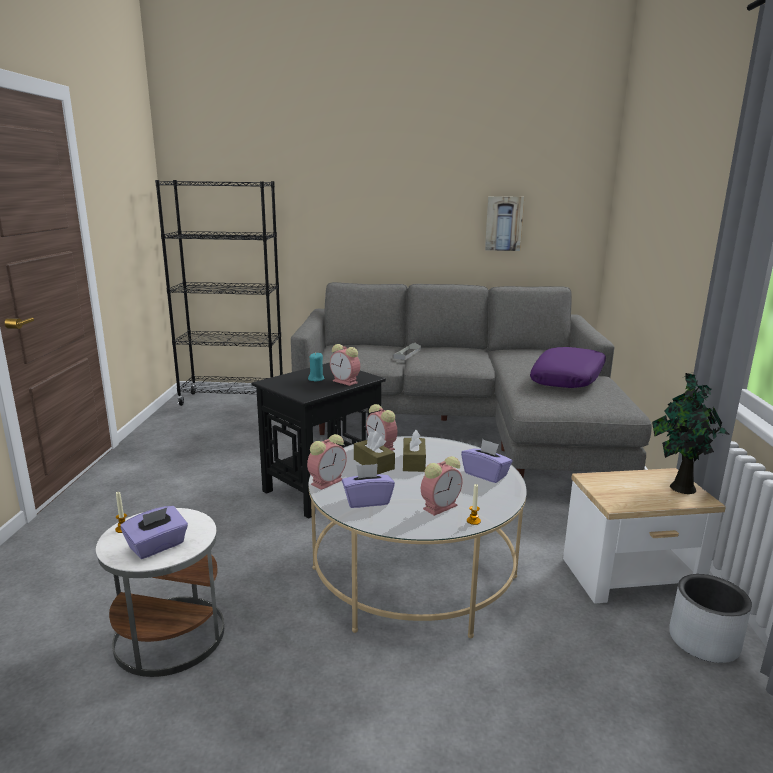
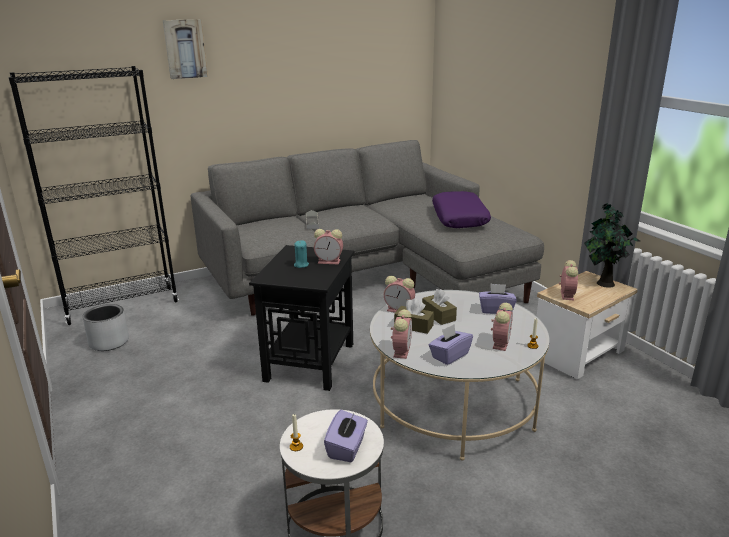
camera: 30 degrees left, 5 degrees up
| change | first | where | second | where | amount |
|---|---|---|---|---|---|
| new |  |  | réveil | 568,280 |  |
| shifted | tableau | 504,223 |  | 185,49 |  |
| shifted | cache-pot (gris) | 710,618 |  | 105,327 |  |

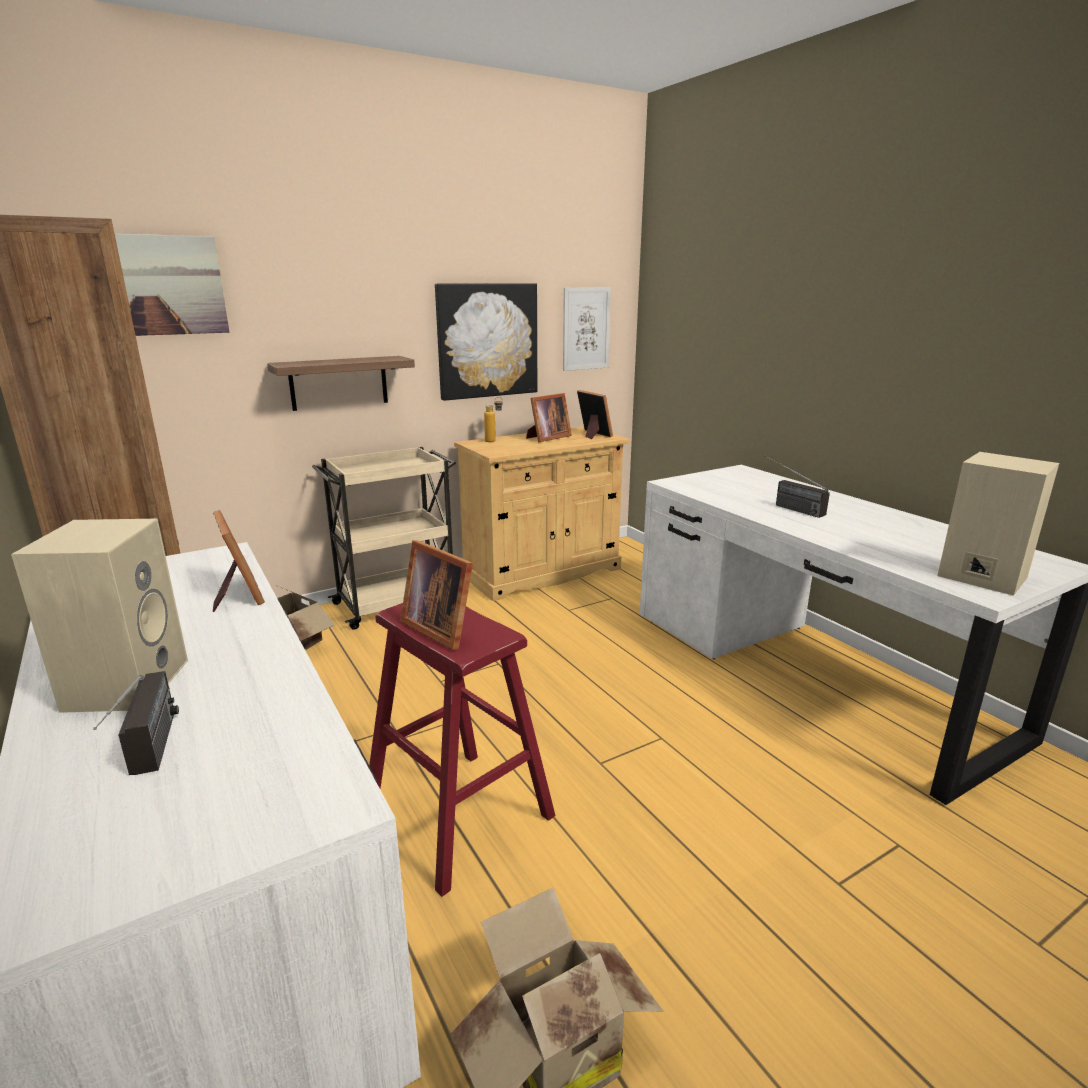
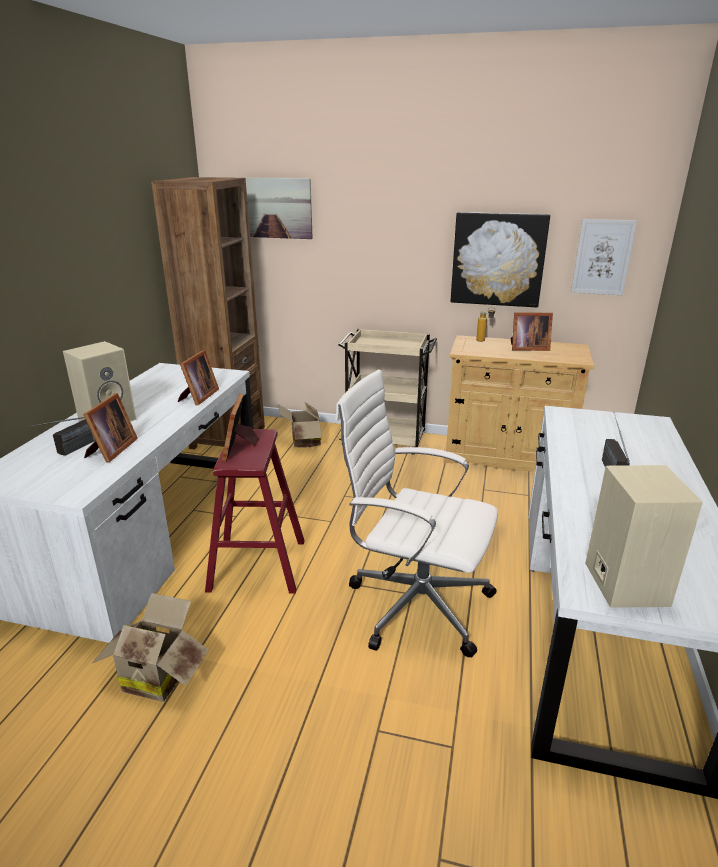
camera: 45 degrees right, 5 degrees up
| change | first | where | second | where | amount |
|---|---|---|---|---|---|
| gone | étagère | 341,383 |  |  |  |
| new |  |  | chaise de bureau (blanc) | 416,514 |  |
| shifted | cadre photo | 595,414 |  | 110,428 |  |

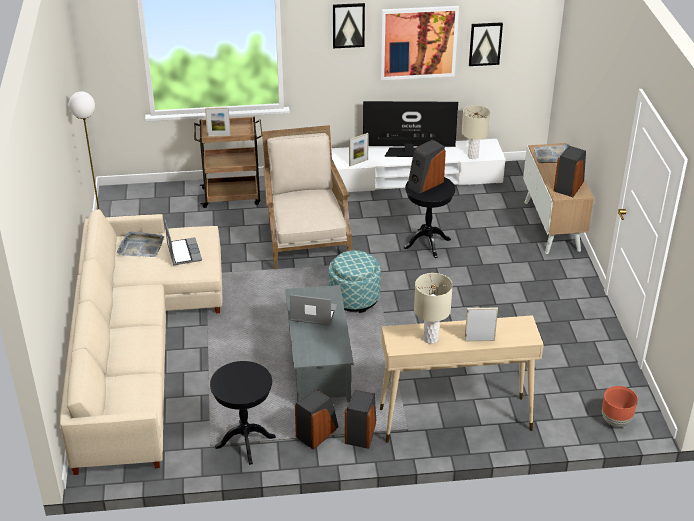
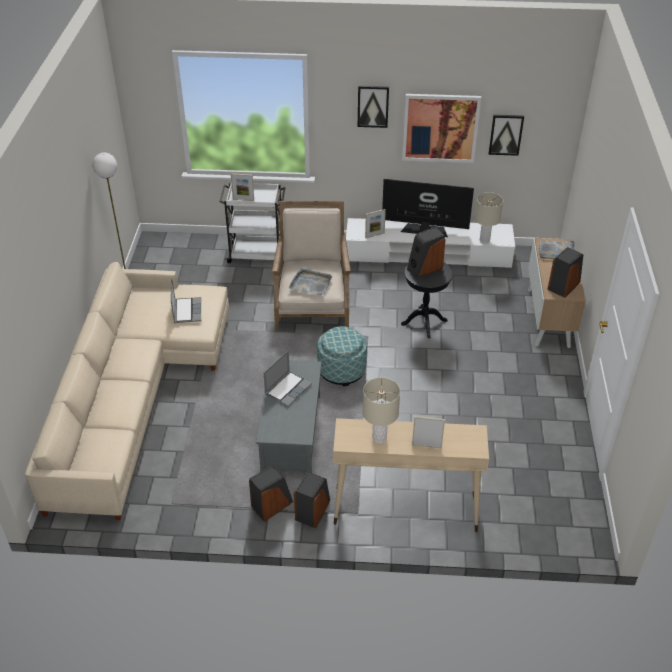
camera: 10 degrees right, 5 degrees up
| change | first | where | second | where | amount |
|---|---|---|---|---|---|
| gone | table d'appoint (noir) | 243,413 |  |  |  |
| gone | cache-pot (marron) | 620,406 |  |  |  |
| shifted | plateau (gris) | 140,244 |  | 310,281 |  |
| repainted | chariot (marron) | 228,162 | chariot (blanc) | 252,222 |  |
| rotated | ordinateur portable | 313,310 |  | 288,378 | 105 degrees clockwise |

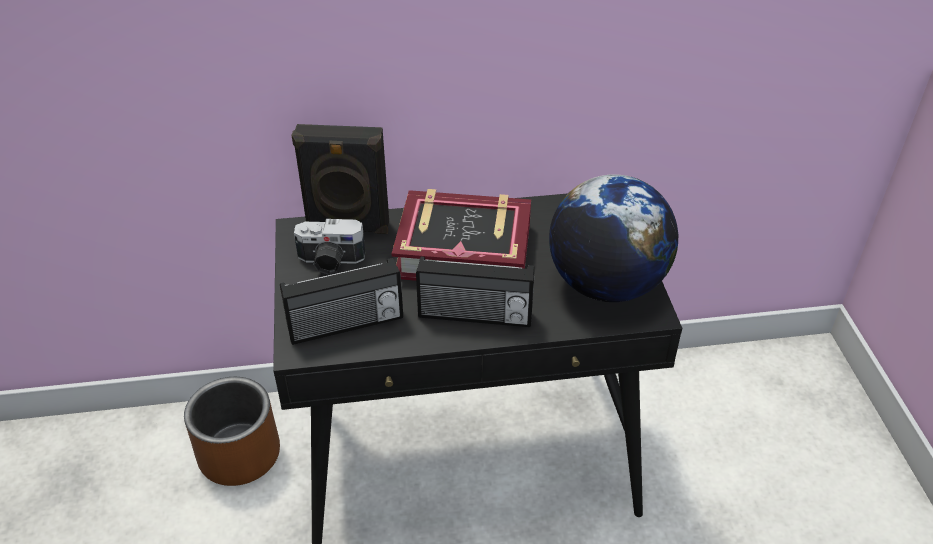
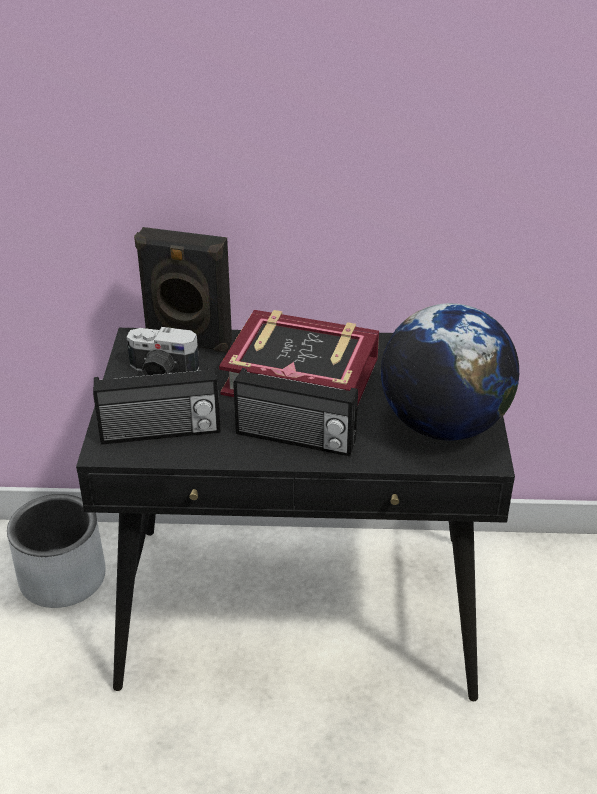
camera: 10 degrees right, 5 degrees down
| change | first | where | second | where | amount |
|---|---|---|---|---|---|
| repainted | cache-pot (marron) | 232,431 | cache-pot (gris) | 56,551 |  |

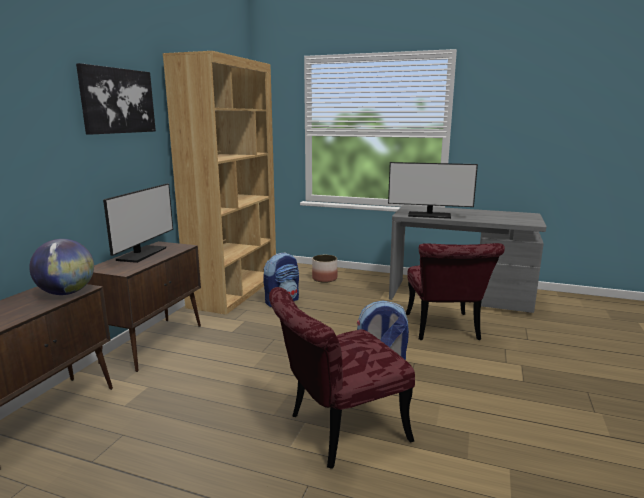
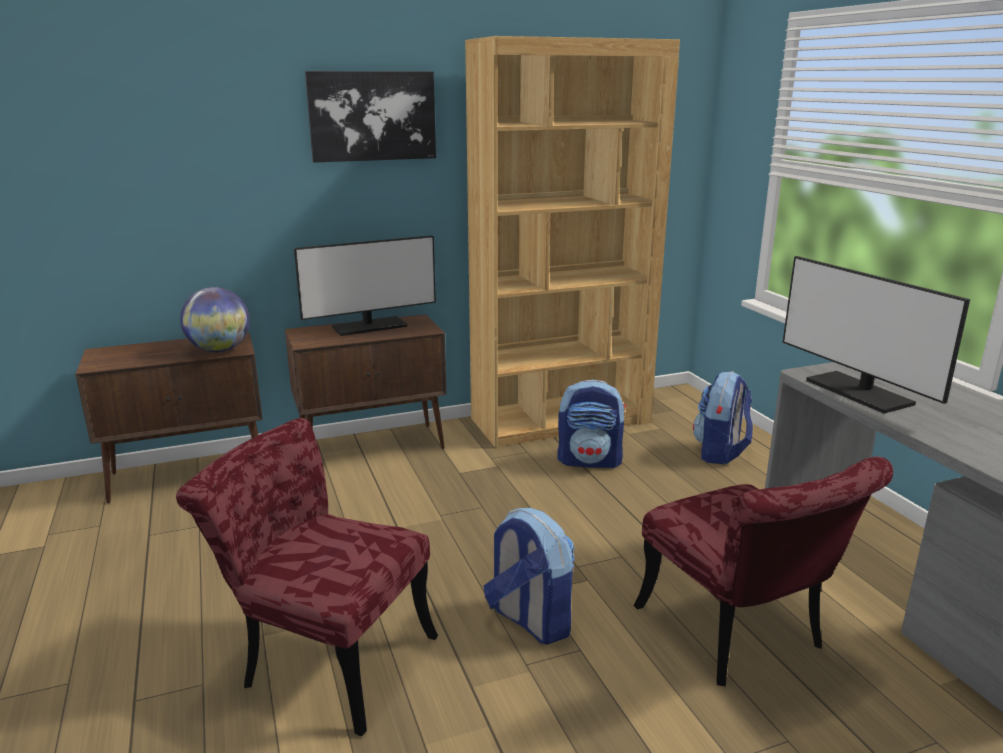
camera: 50 degrees right, 5 degrees up
| change | first | where | second | where | amount |
|---|---|---|---|---|---|
| swapped | cache-pot | 324,269 | sac à dos | 723,418 |  |
| rotated | chaise (rouge) | 455,291 |  | 763,572 | 75 degrees counterclockwise |

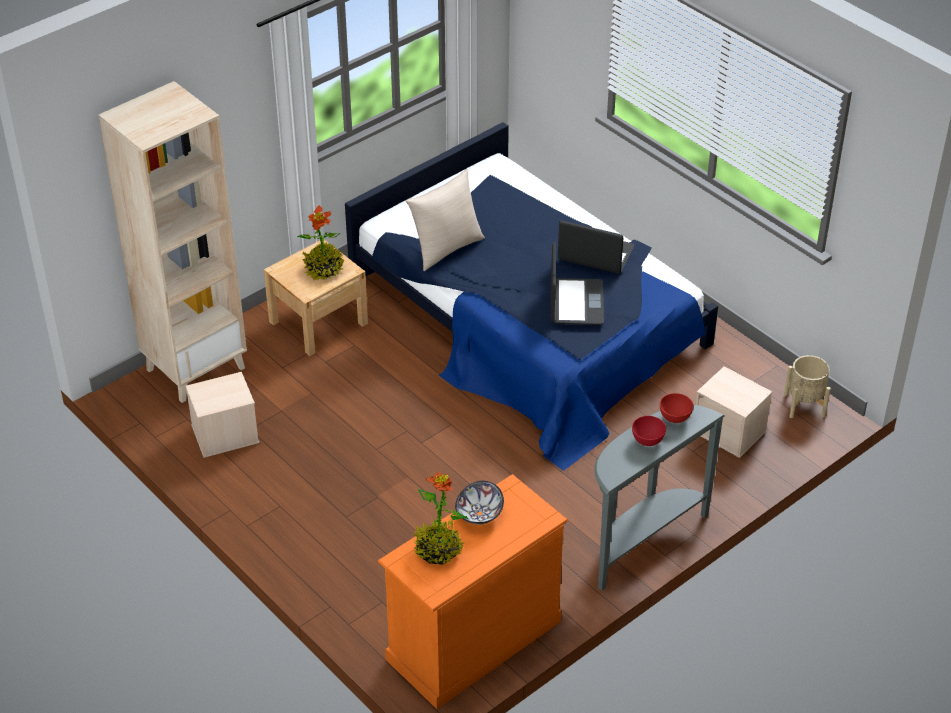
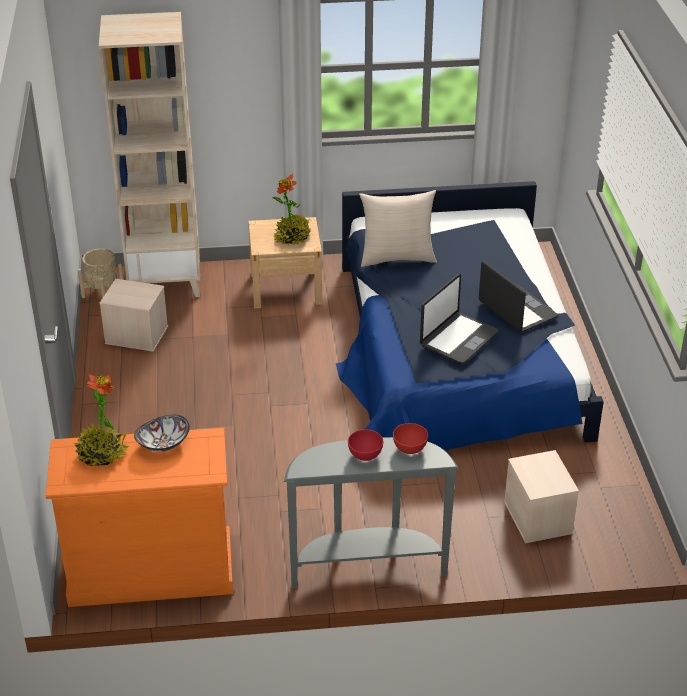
camera: 35 degrees right, 5 degrees down
| change | first | where | second | where | amount |
|---|---|---|---|---|---|
| shifted | cache-pot (beige) | 807,386 |  | 101,273 |  |

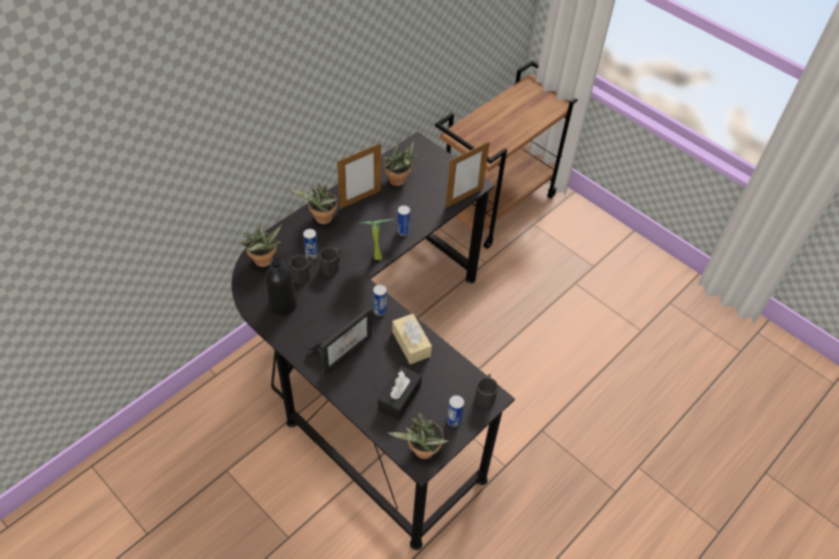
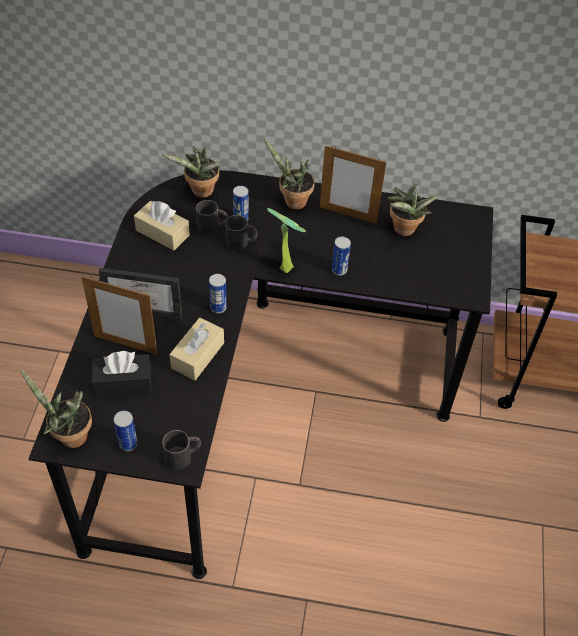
camera: 55 degrees right, 0 degrees up
| change | first | where | second | where | amount |
|---|---|---|---|---|---|
| shifted | cadre photo | 467,174 |  | 119,315 |  |
| swapped | bouteille (noir) | 281,287 | boîte à mouchoirs (beige) | 162,226 |  |

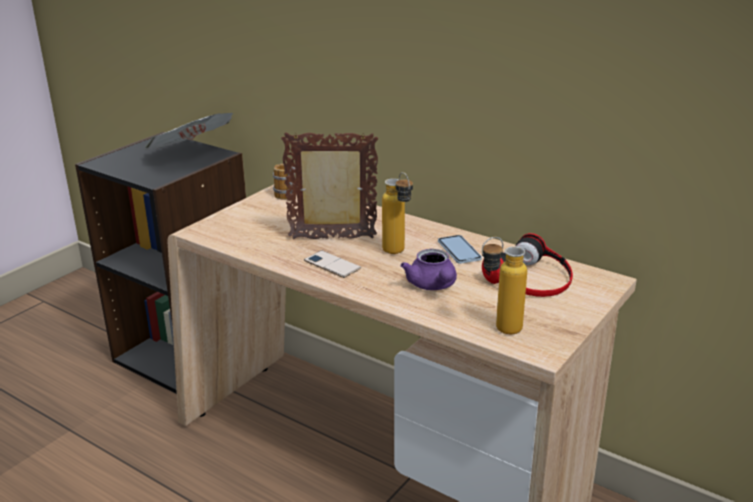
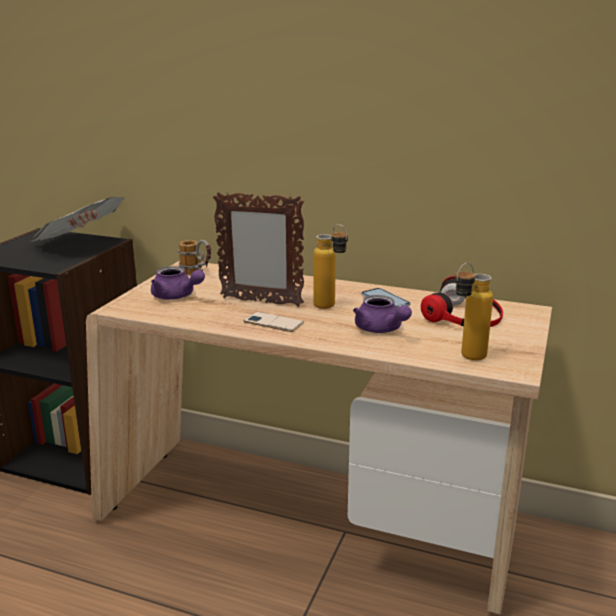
camera: 15 degrees left, 5 degrees down
| change | first | where | second | where | amount |
|---|---|---|---|---|---|
| new |  |  | théière (violet) | 178,283 |  |
| rotated | cadre photo | 329,186 |  | 258,249 | 150 degrees counterclockwise |

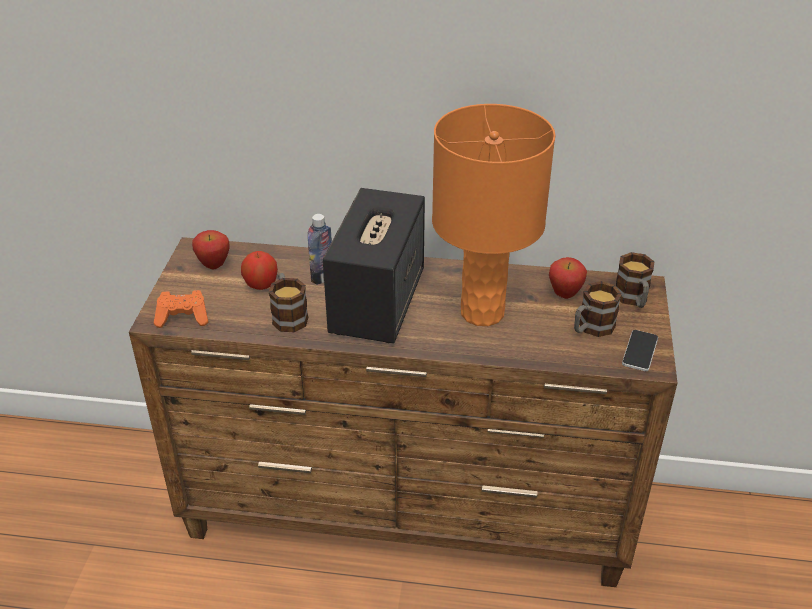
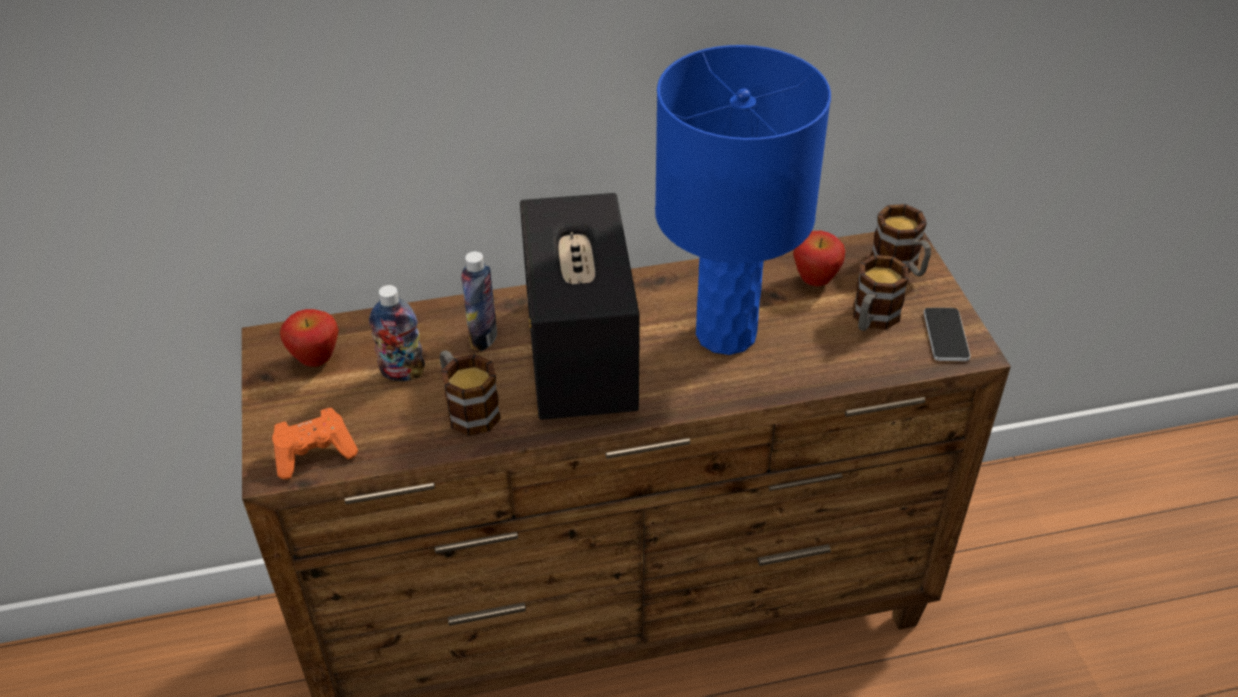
camera: 20 degrees left, 5 degrees up
| change | first | where | second | where | amount |
|---|---|---|---|---|---|
| swapped | pomme | 259,270 | bouteille | 397,333 |  |
| repainted | lampe de table (orange) | 493,215 | lampe de table (bleu) | 743,200 |  |

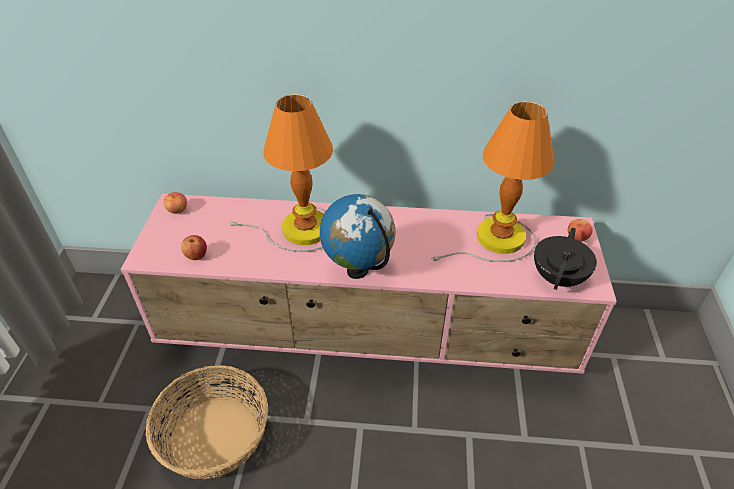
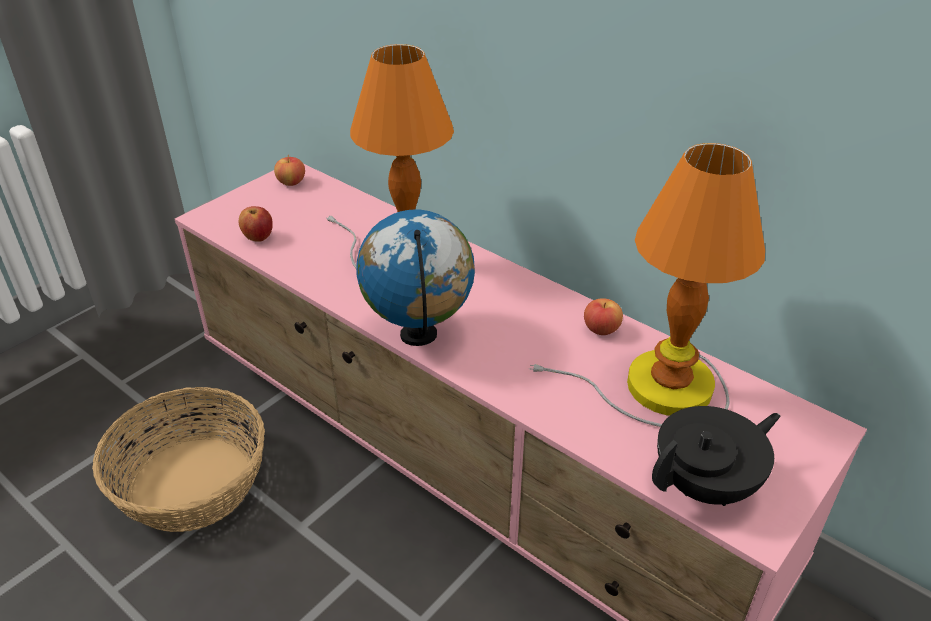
camera: 35 degrees right, 5 degrees down
| change | first | where | second | where | amount |
|---|---|---|---|---|---|
| shifted | pomme | 580,230 |  | 603,316 |  |

